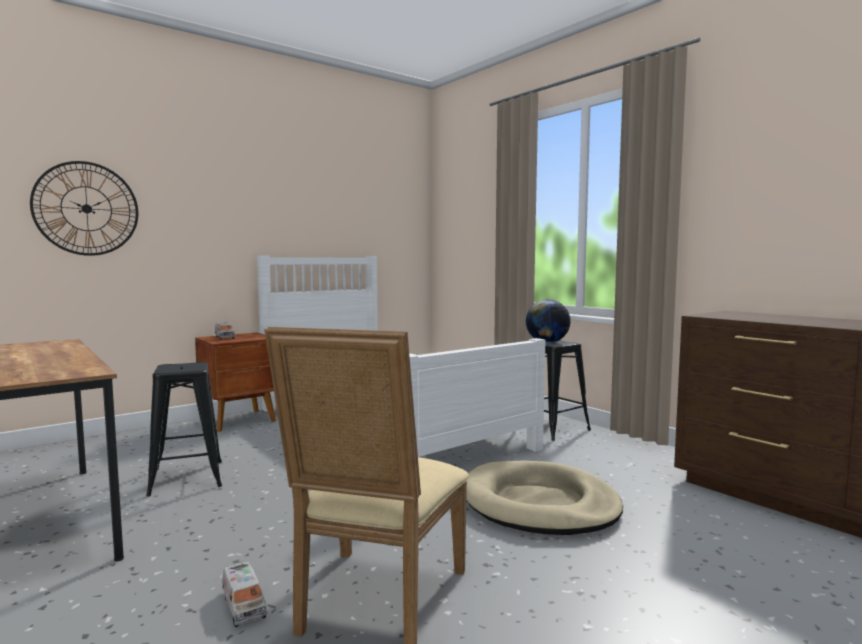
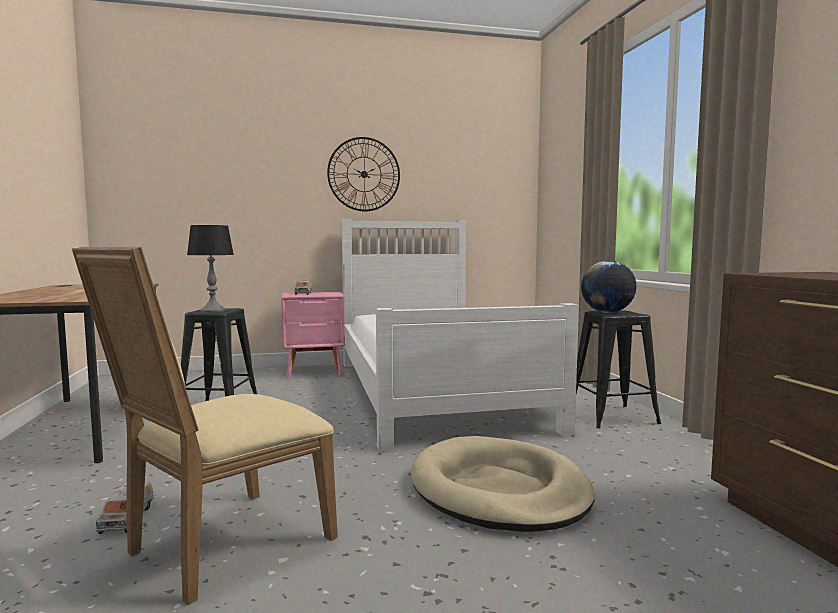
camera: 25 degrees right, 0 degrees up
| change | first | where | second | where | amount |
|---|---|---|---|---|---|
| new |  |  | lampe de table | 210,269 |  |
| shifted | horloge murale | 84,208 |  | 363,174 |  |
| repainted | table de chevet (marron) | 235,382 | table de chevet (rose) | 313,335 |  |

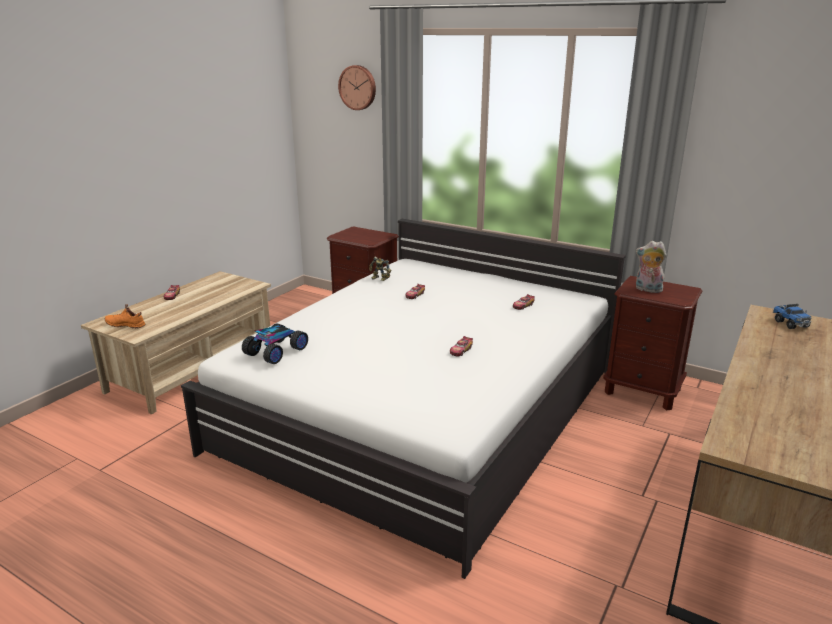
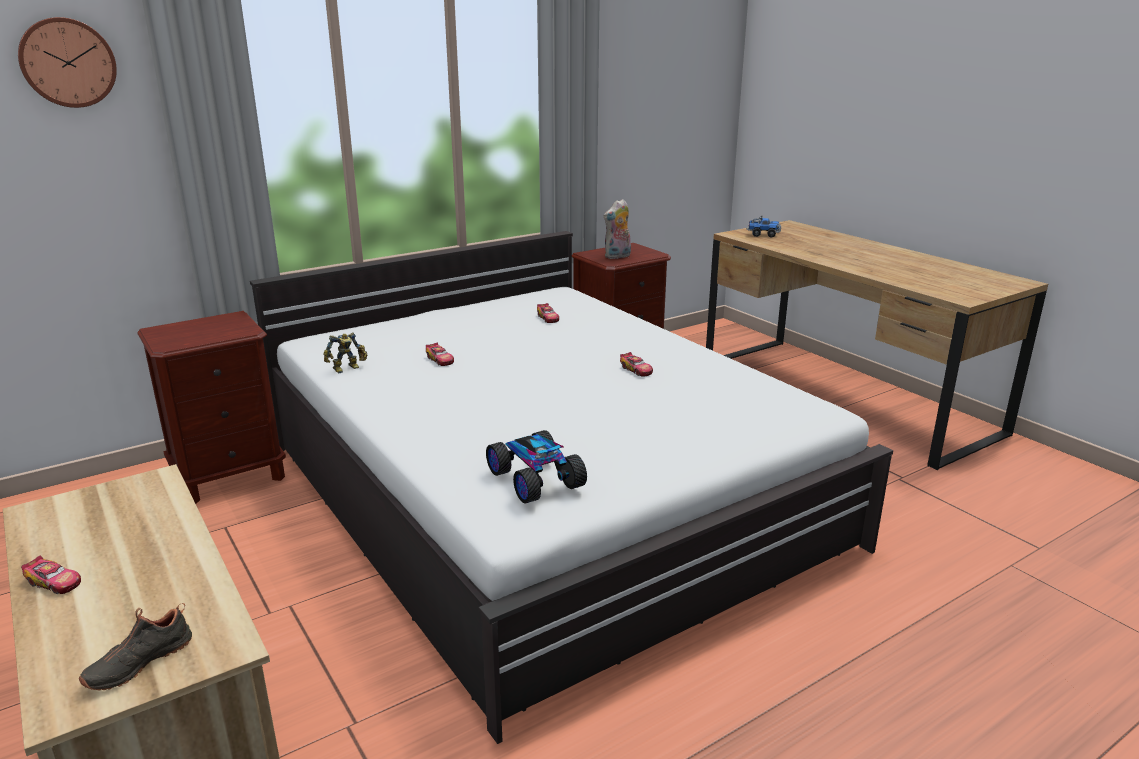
camera: 65 degrees left, 0 degrees up
| change | first | where | second | where | amount |
|---|---|---|---|---|---|
| repainted | chaussure (orange) | 125,316 | chaussure (noir) | 135,646 |  |

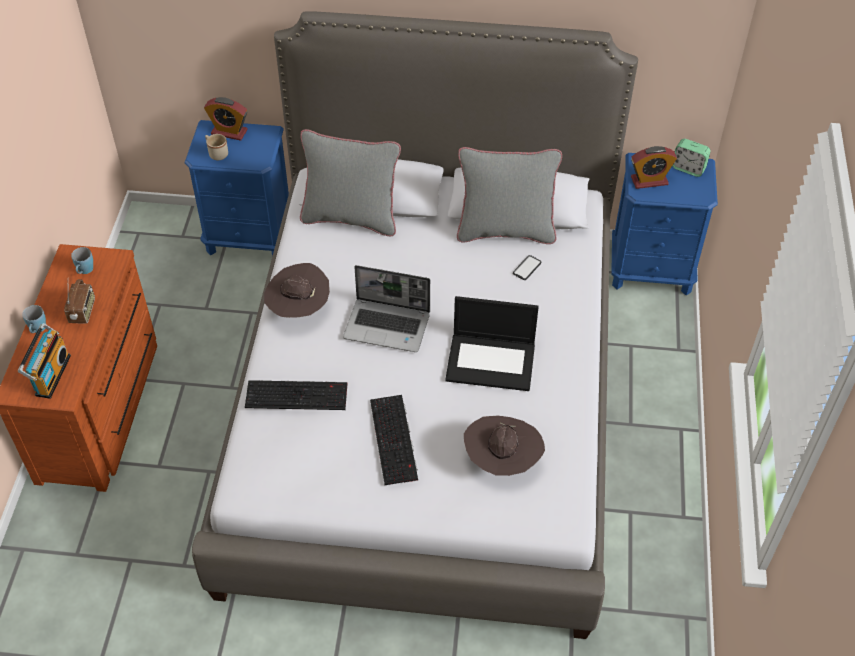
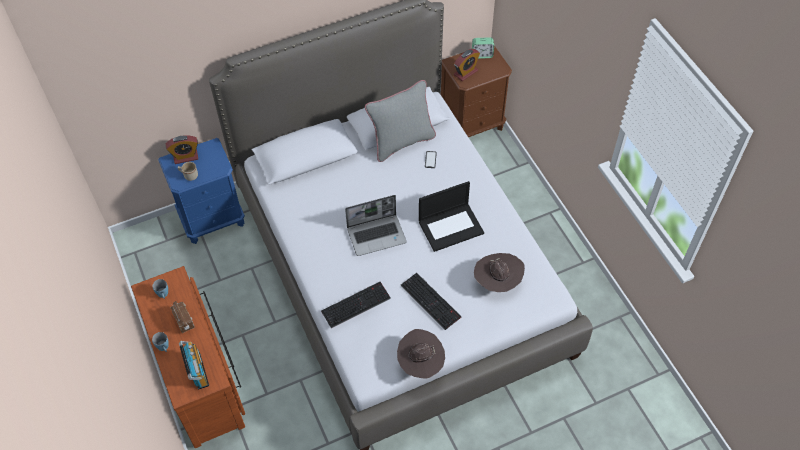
camera: 30 degrees left, 5 degrees up
| change | first | where | second | where | amount |
|---|---|---|---|---|---|
| gone | coussin (gris) | 350,183 |  |  |  |
| shifted | chapeau (marron) | 297,290 |  | 421,354 |  |
| repainted | table de chevet (bleu) | 664,224 | table de chevet (marron) | 476,91 |  |

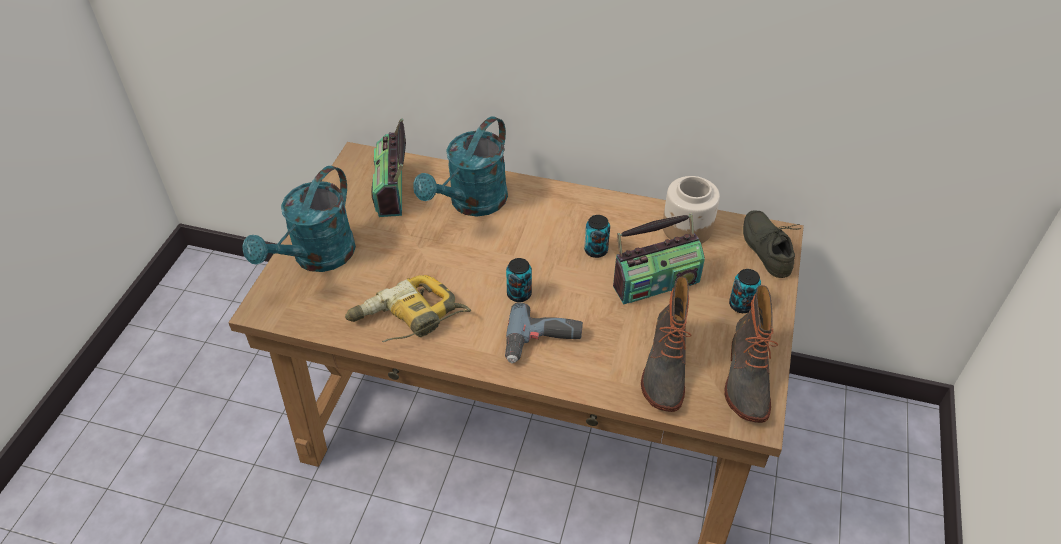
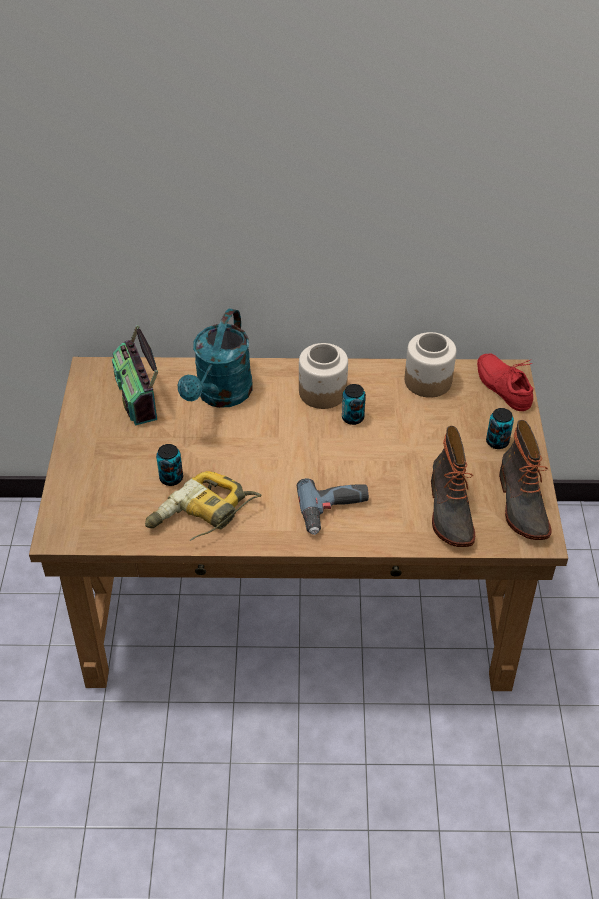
camera: 15 degrees left, 0 degrees up
| change | first | where | second | where | amount |
|---|---|---|---|---|---|
| gone | arrosoir (turquoise) | 299,219 |  |  |  |
| gone | radio | 659,258 |  |  |  |
| new |  |  | bocal | 323,376 |  |
| shifted | boîte métallique | 519,280 |  | 169,465 |  |
| repainted | chaussure (gris) | 772,244 | chaussure (rouge) | 505,382 |  |

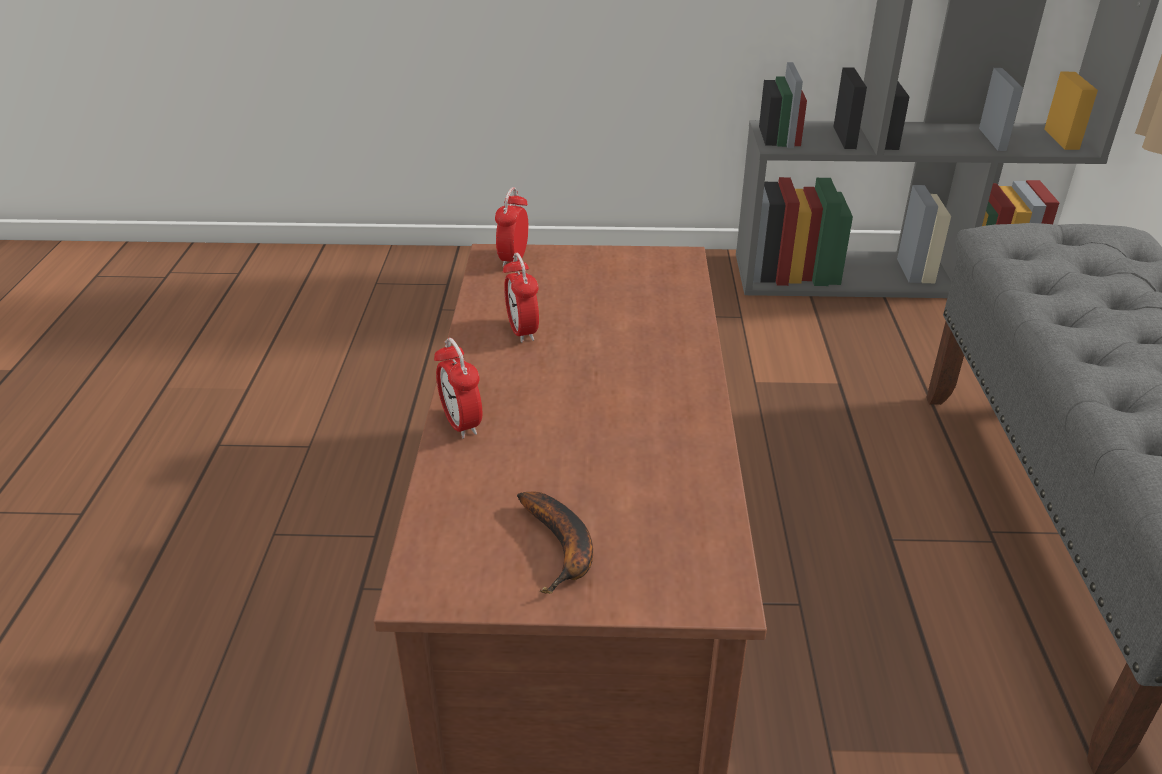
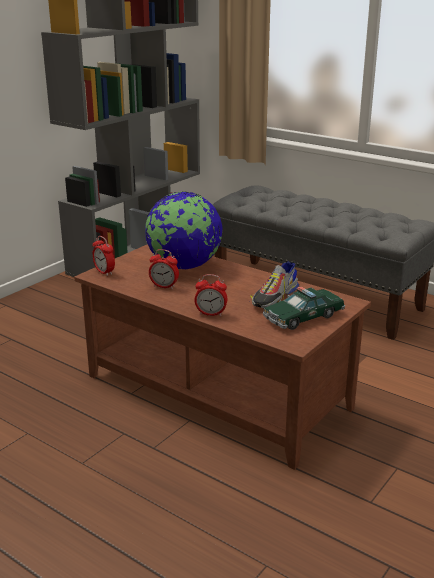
camera: 55 degrees left, 10 degrees down
| change | first | where | second | where | amount |
|---|---|---|---|---|---|
| new |  |  | globe | 184,230 |  |
| new |  |  | chaussure | 274,284 |  |
| swapped | banane | 555,542 | petite voiture | 304,308 |  |

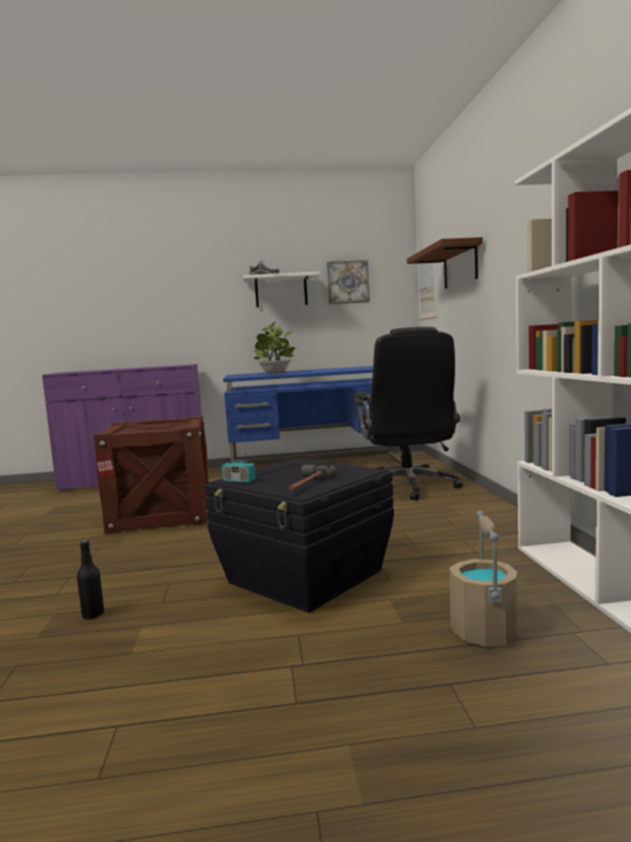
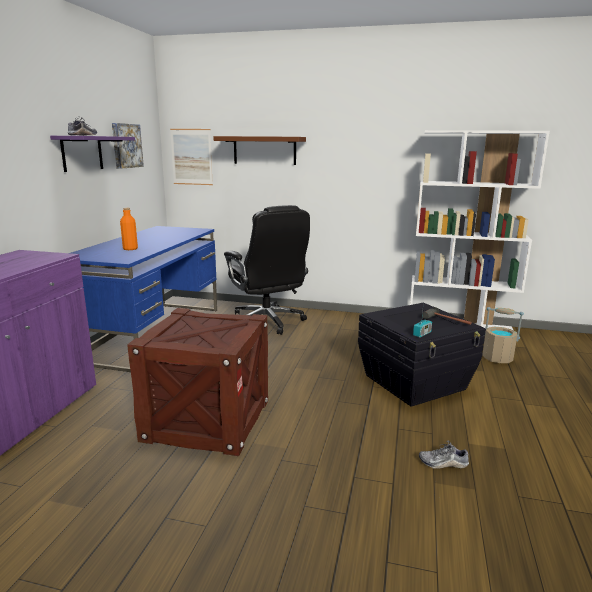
camera: 70 degrees left, 10 degrees up
| change | first | where | second | where | amount |
|---|---|---|---|---|---|
| swapped | bouteille (noir) | 90,579 | chaussure | 444,454 |  |
| swapped | plante en pot | 275,348 | bouteille (orange) | 129,229 |  |
| repainted | étagère (blanc) | 281,289 | étagère (violet) | 92,154 |  |
| rotated | chaise de bureau (noir) | 408,414 |  | 267,270 | 45 degrees clockwise |

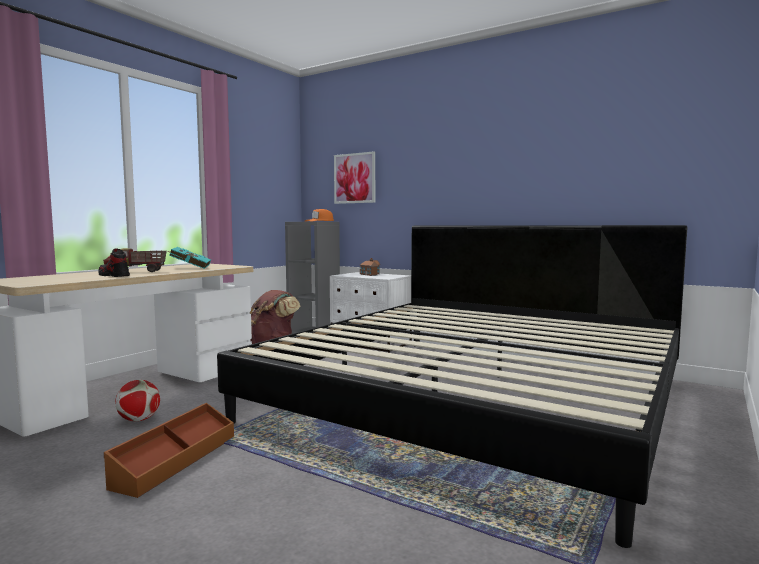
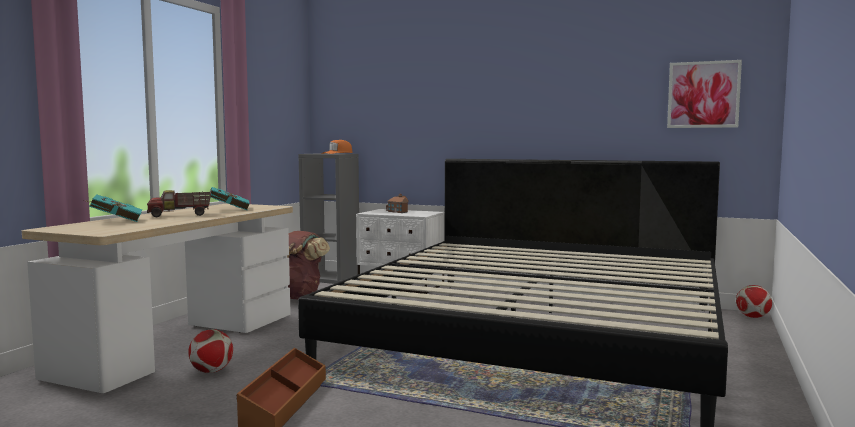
camera: 10 degrees left, 0 degrees up
| change | first | where | second | where | amount |
|---|---|---|---|---|---|
| gone | chaussure | 114,263 |  |  |  |
| new |  |  | livre (turquoise) | 113,208 |  |
| new |  |  | ballon de foot | 754,301 |  |
| shifted | tableau | 354,177 |  | 704,94 |  |

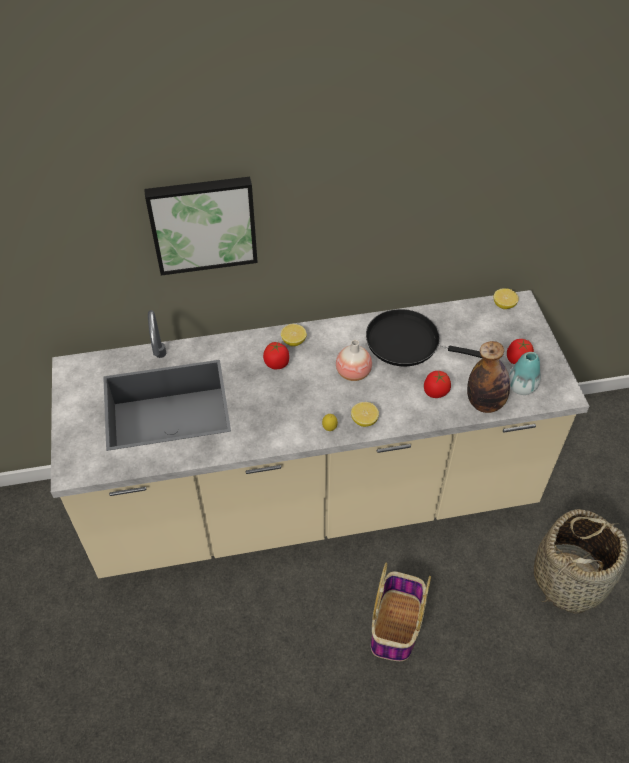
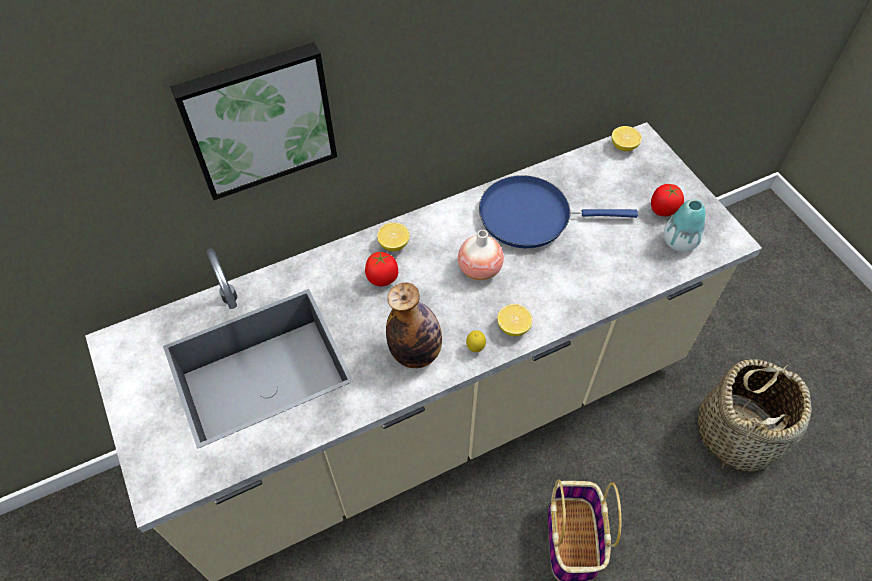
camera: 15 degrees left, 5 degrees up
| change | first | where | second | where | amount |
|---|---|---|---|---|---|
| gone | tomate | 437,384 |  |  |  |
| shifted | bouteille | 488,377 |  | 414,325 |  |
| repainted | poêle (noir) | 424,338 | poêle (bleu) | 558,211 |  |

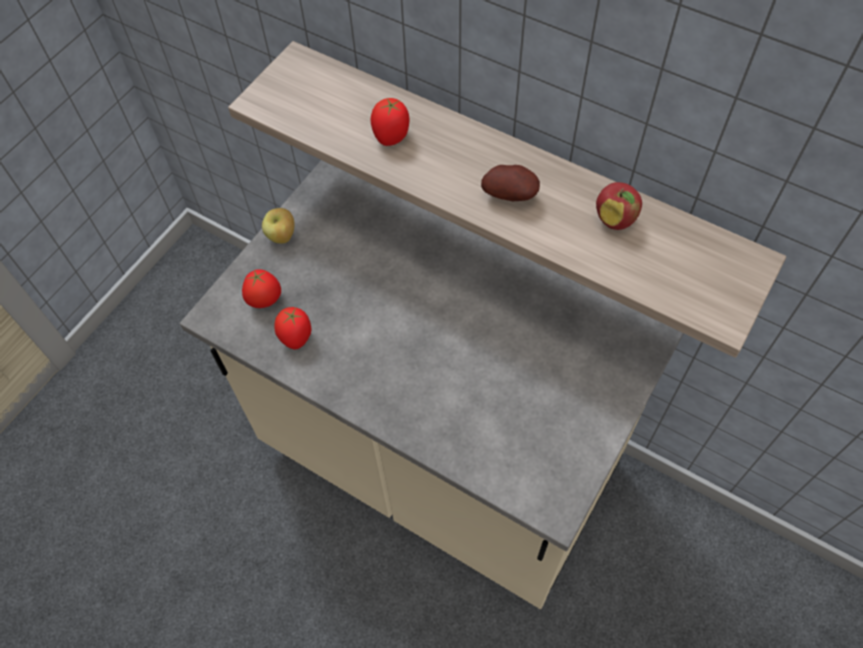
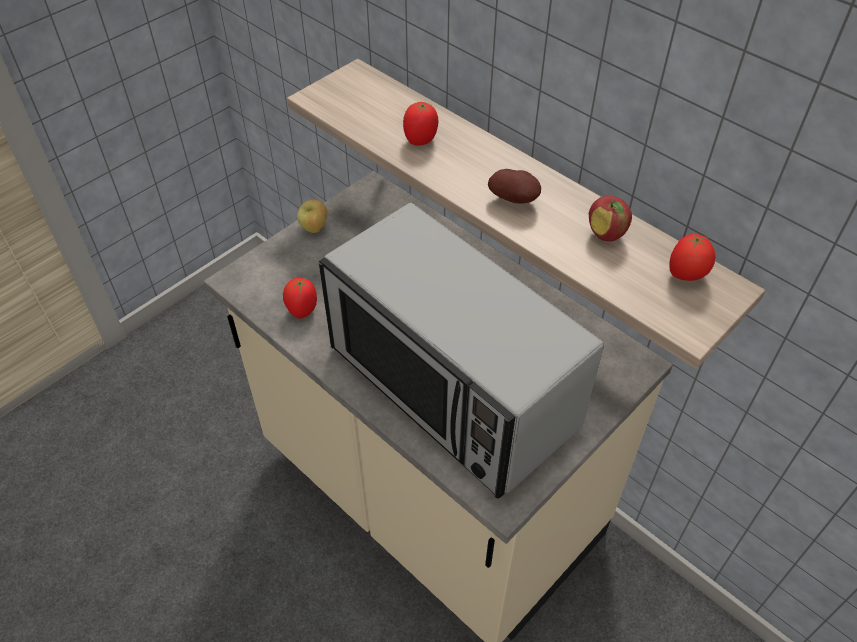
camera: 10 degrees right, 10 degrees down
| change | first | where | second | where | amount |
|---|---|---|---|---|---|
| new |  |  | micro-ondes | 461,351 |  |
| shifted | tomate | 261,288 |  | 692,257 |  |

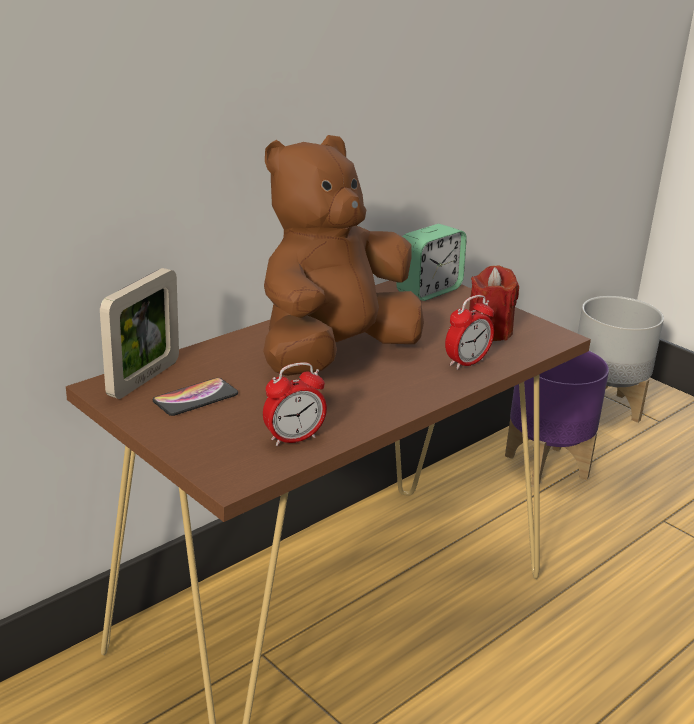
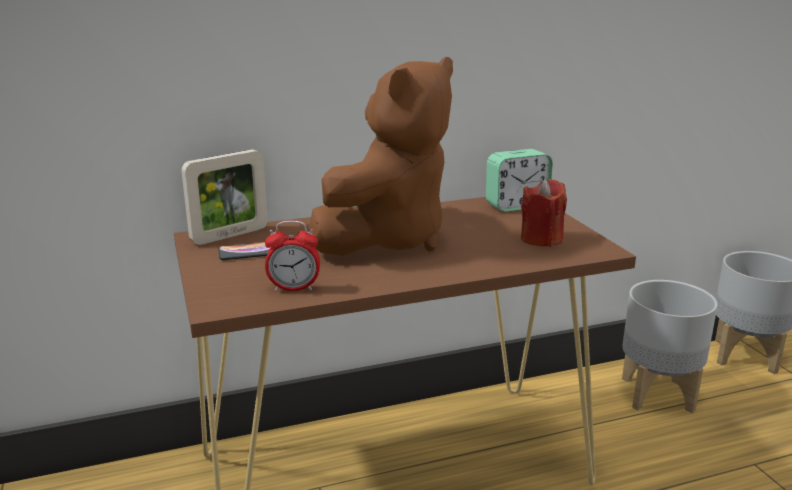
camera: 25 degrees right, 5 degrees down
| change | first | where | second | where | amount |
|---|---|---|---|---|---|
| gone | réveil | 469,332 |  |  |  |
| repainted | cache-pot (violet) | 557,419 | cache-pot (gris) | 670,346 |  |
| rotated | peluche (marron) | 343,255 |  | 381,156 | 150 degrees clockwise |

